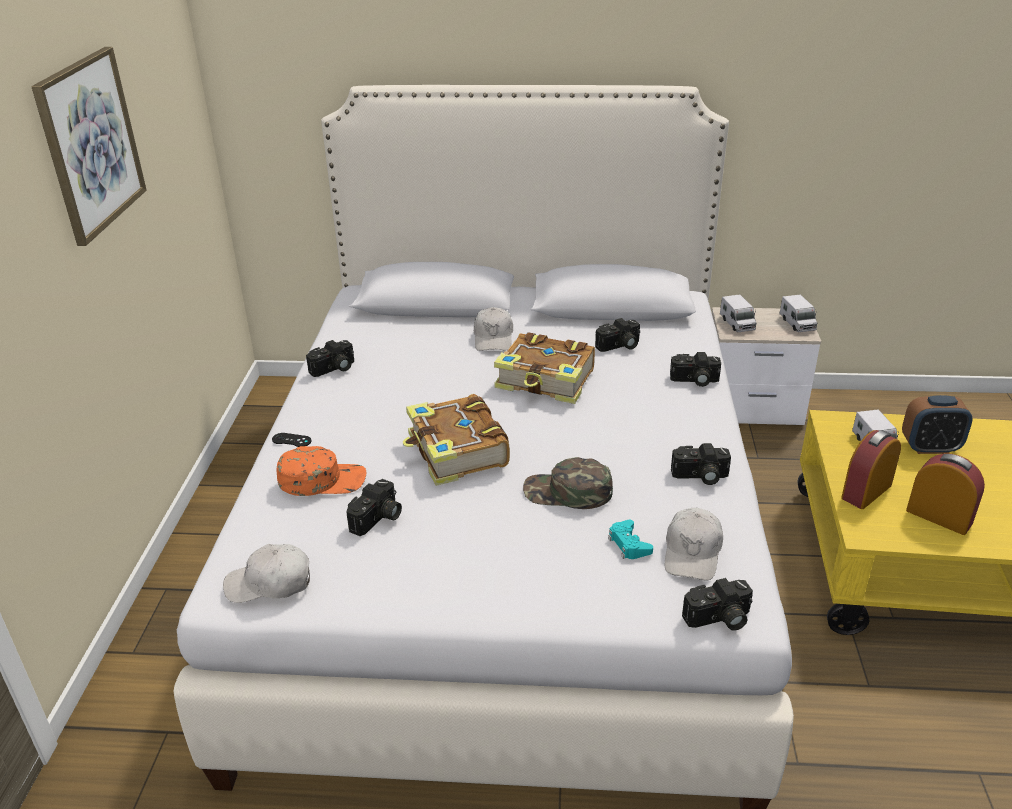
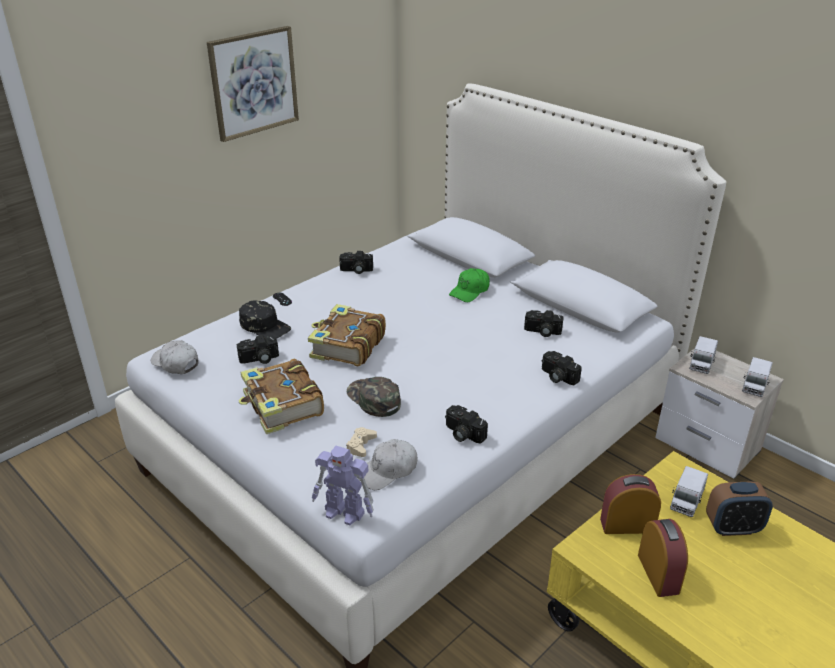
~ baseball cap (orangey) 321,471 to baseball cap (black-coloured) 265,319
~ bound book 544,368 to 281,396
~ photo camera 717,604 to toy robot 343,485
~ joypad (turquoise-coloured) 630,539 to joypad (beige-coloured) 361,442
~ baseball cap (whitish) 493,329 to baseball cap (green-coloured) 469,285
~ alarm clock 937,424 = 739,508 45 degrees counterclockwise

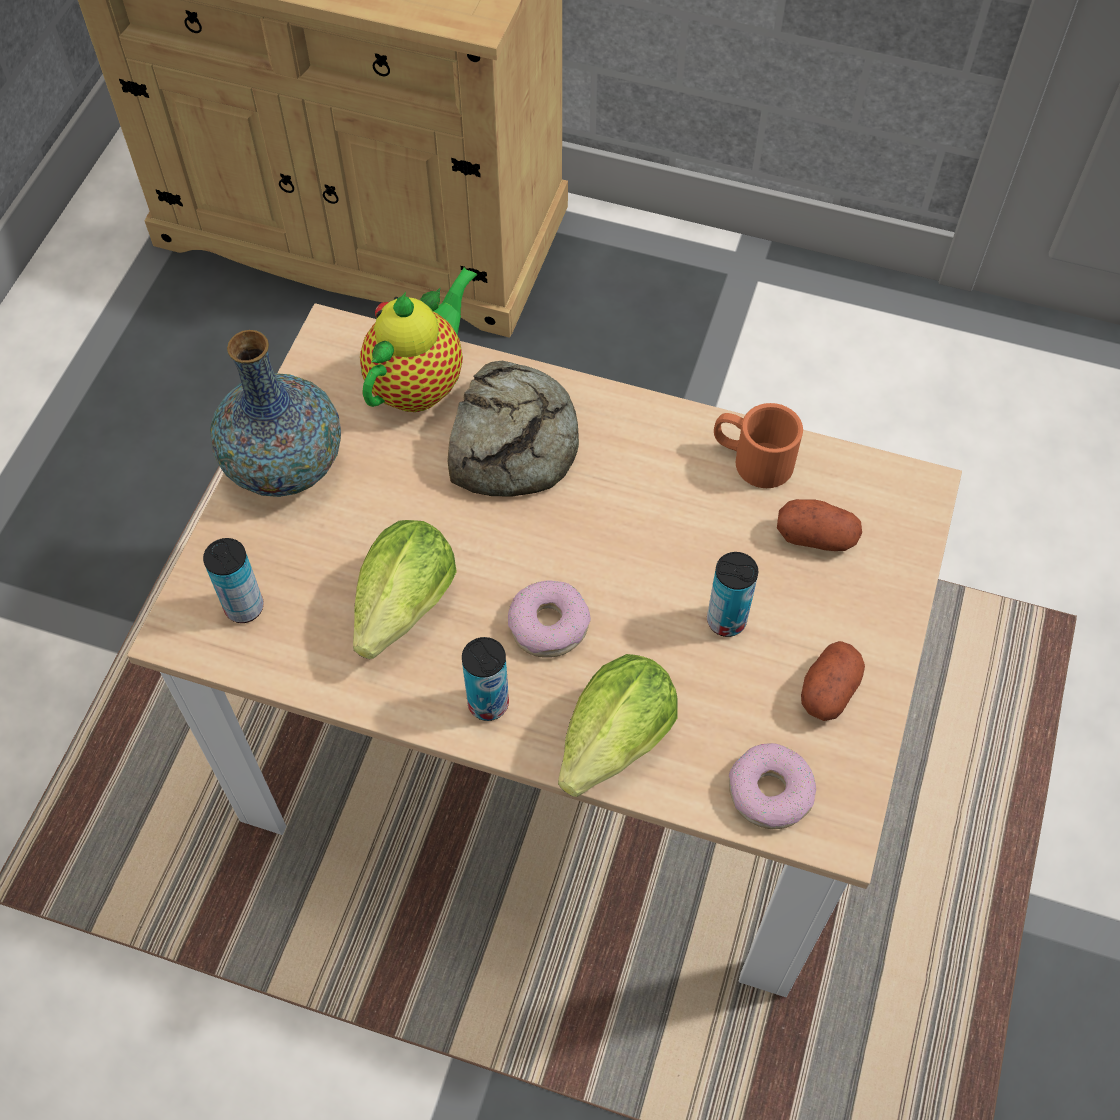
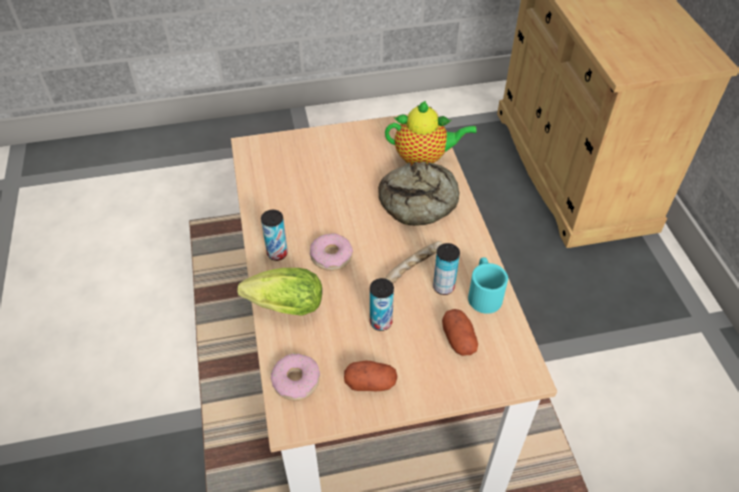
+ baked bread 414,262
~ sealed can 233,580 to 446,269
~ mug (orangey) 758,445 to mug (turquoise-coloured) 488,285
- decorative vase 275,413
- lettuce 405,589

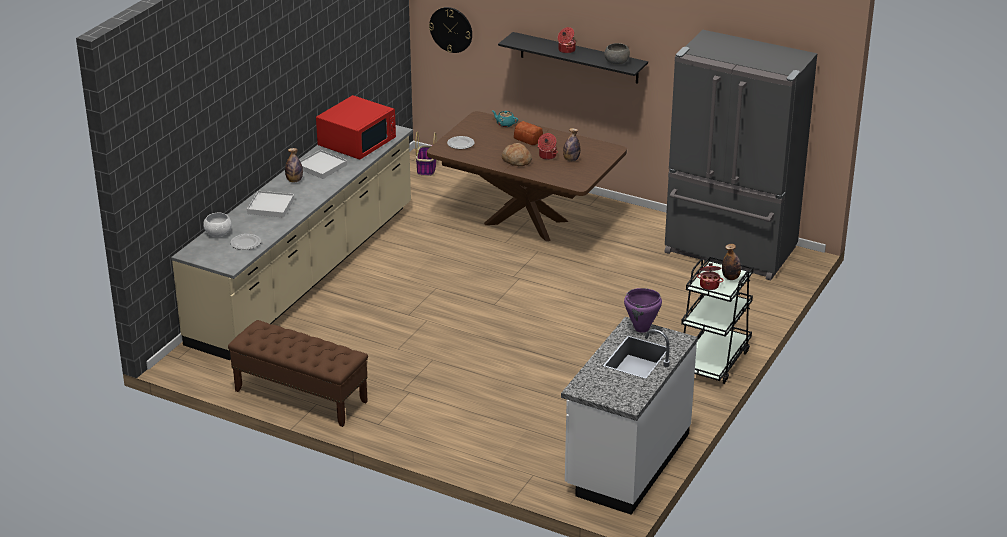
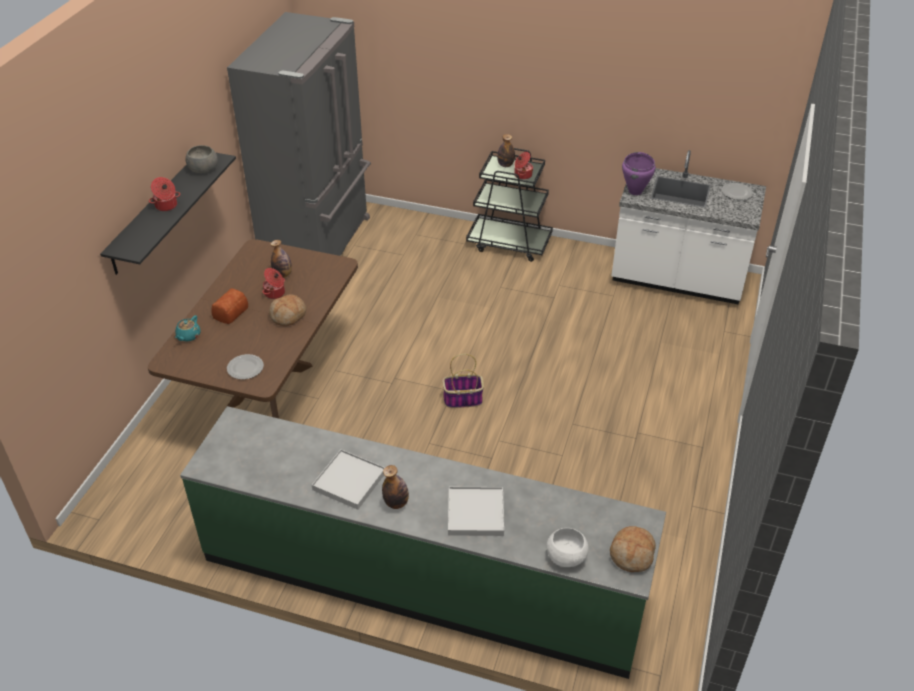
~ kitchen base unit (beige-coloured) 292,242 to kitchen base unit (green-coloured) 423,542
~ household basket 426,153 to 463,381
+ baked bread 633,549
~ dinner plate 245,242 to 737,191
- bench (brownish) 298,373
- kitchen microwave (red) 356,127
- clock on the wall 450,30

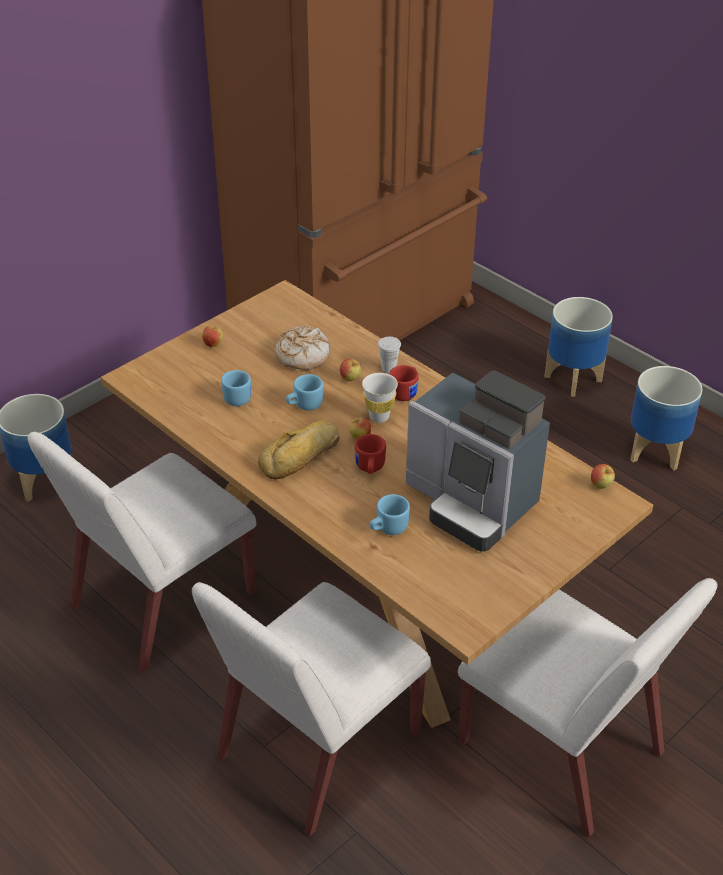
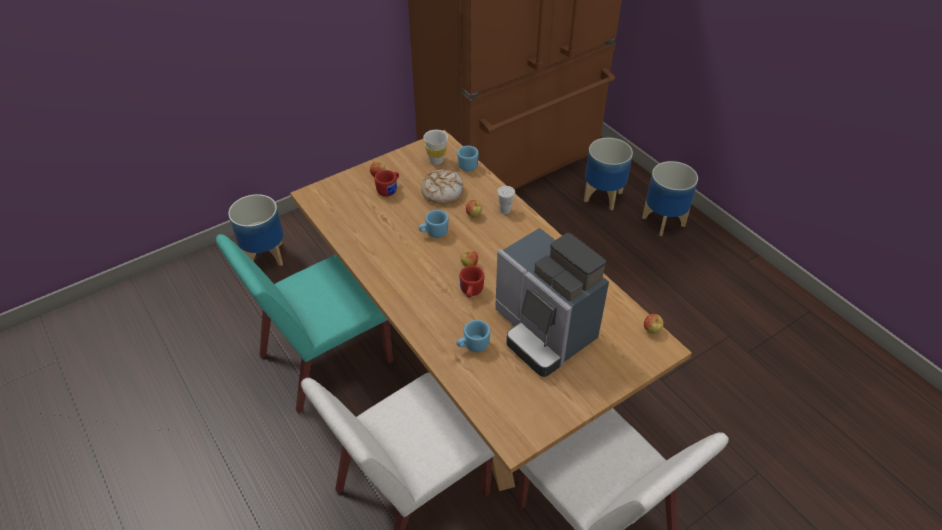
~ upright chair (whitish) 141,552 to upright chair (turquoise-coloured) 304,323
~ mug (red) 404,383 to 386,183
~ small cup (whitish) 380,398 to 435,147
~ mug (blue-coloured) 236,388 to 468,158
~ plant pot 666,418 to 608,173
- baked bread 299,449

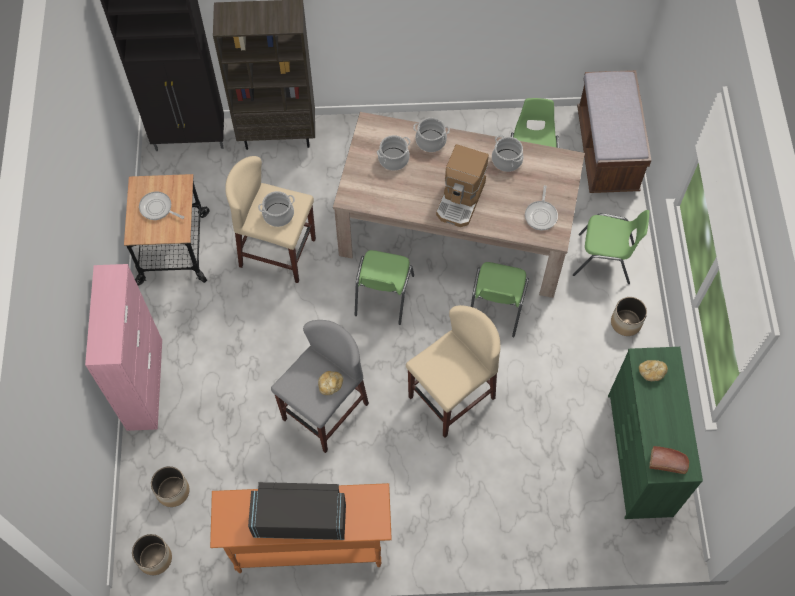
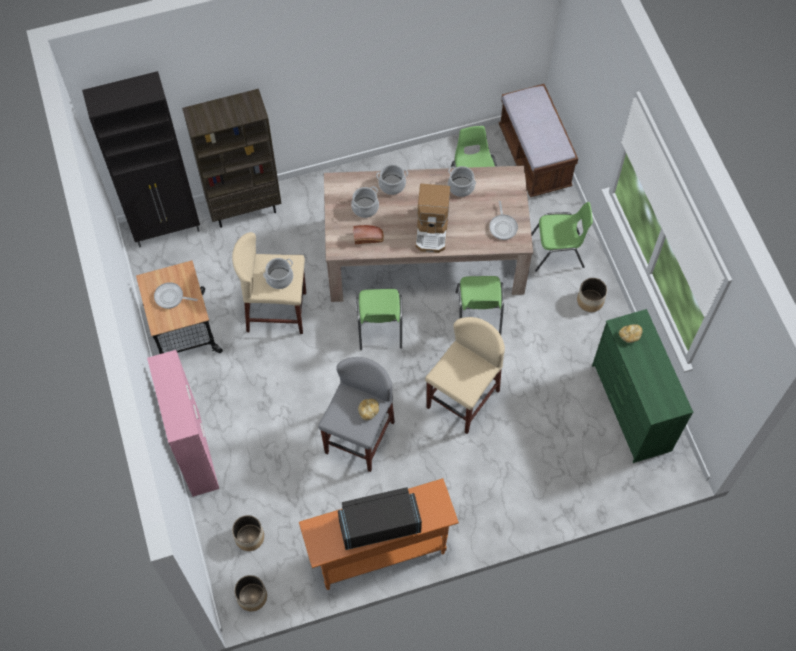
~ baked bread 669,460 to 368,234

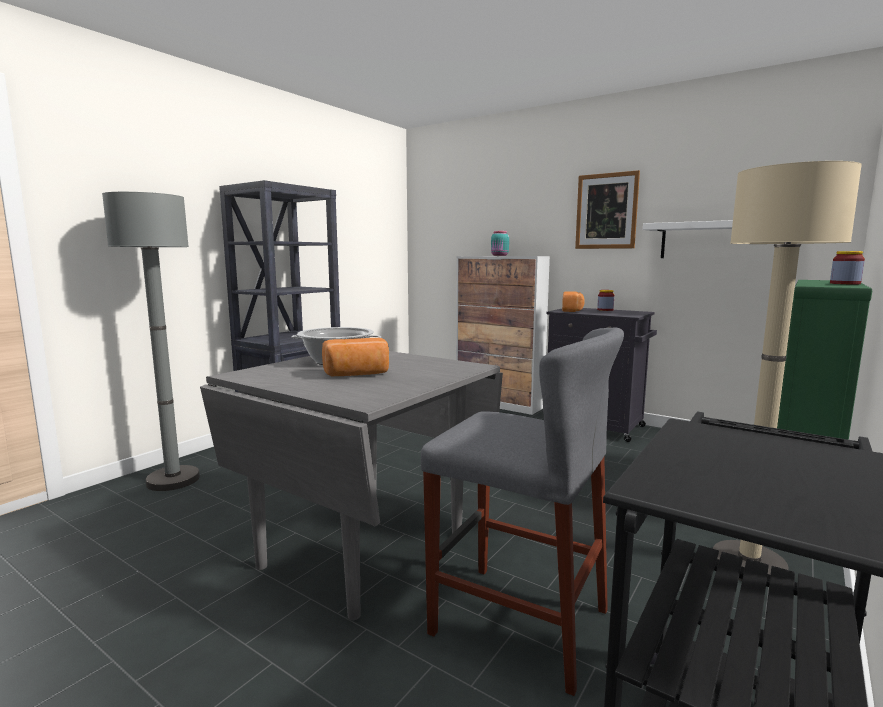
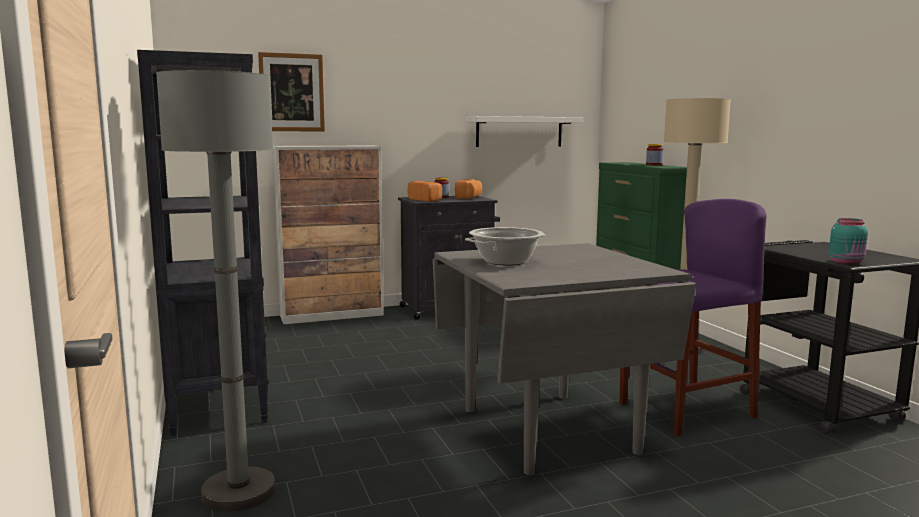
~ wall picture 607,209 to 291,91
~ baked bread 355,357 to 468,189
~ stool (grey) 522,511 to stool (purple) 692,317
~ preserve jar (turquoise-coloured) 500,243 to 848,241

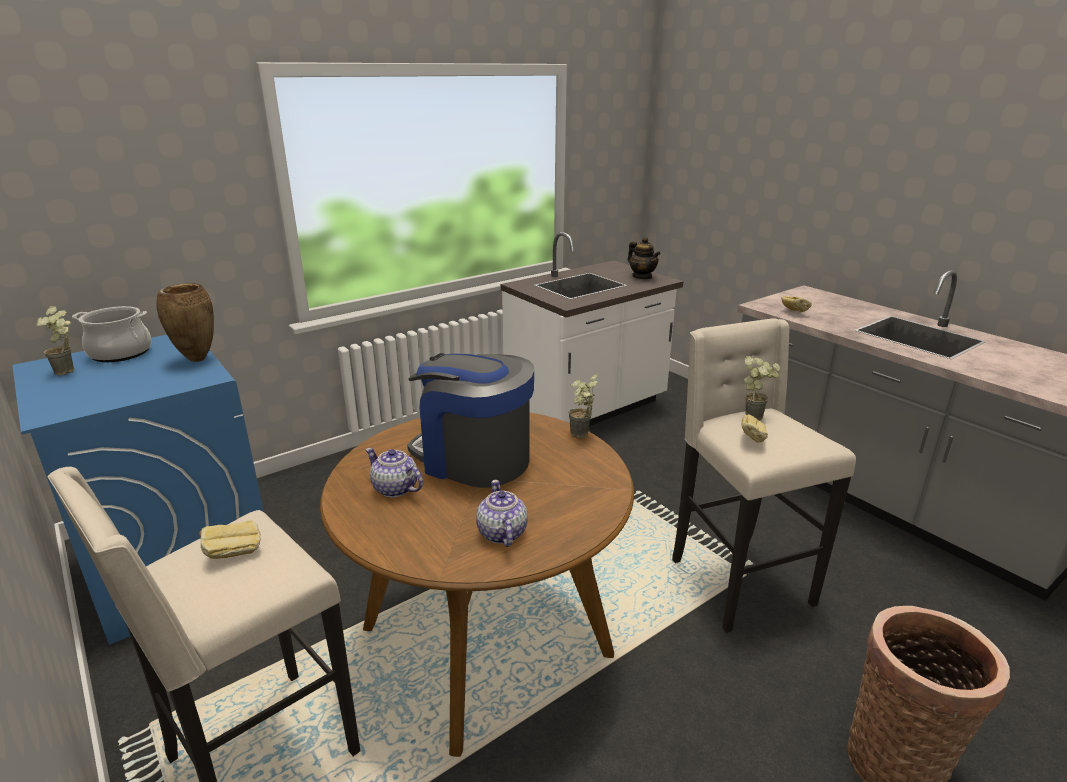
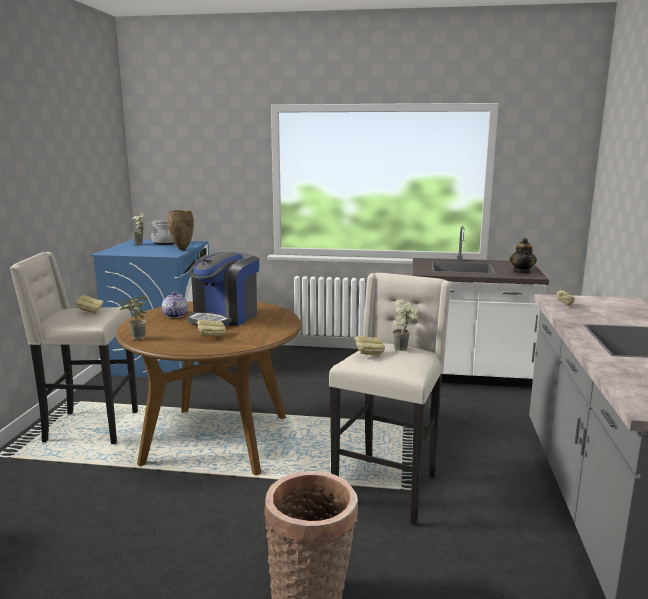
~ plant in a pot 583,405 to 133,318
~ coffee maker 470,420 = 223,288 135 degrees counterclockwise
+ baked bread 211,328
- tea pot 501,513

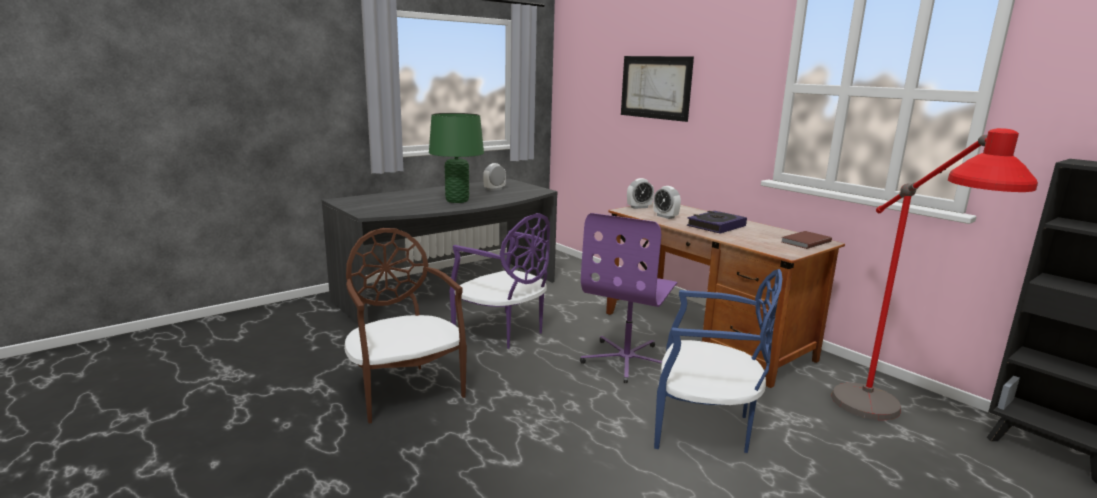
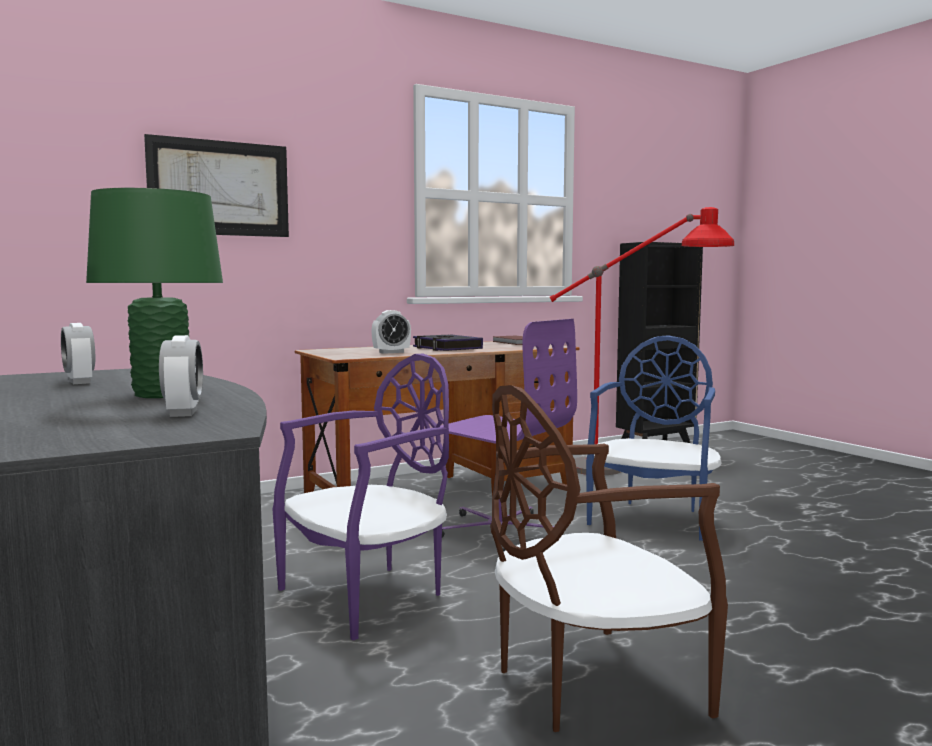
~ alarm clock 640,193 to 181,376

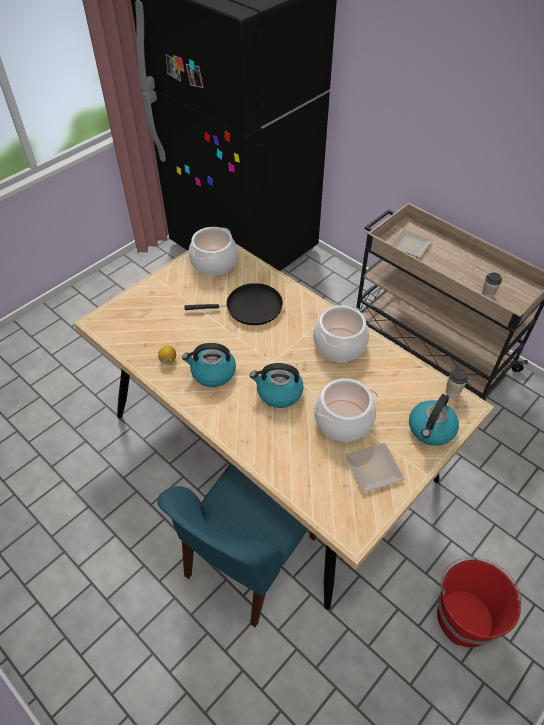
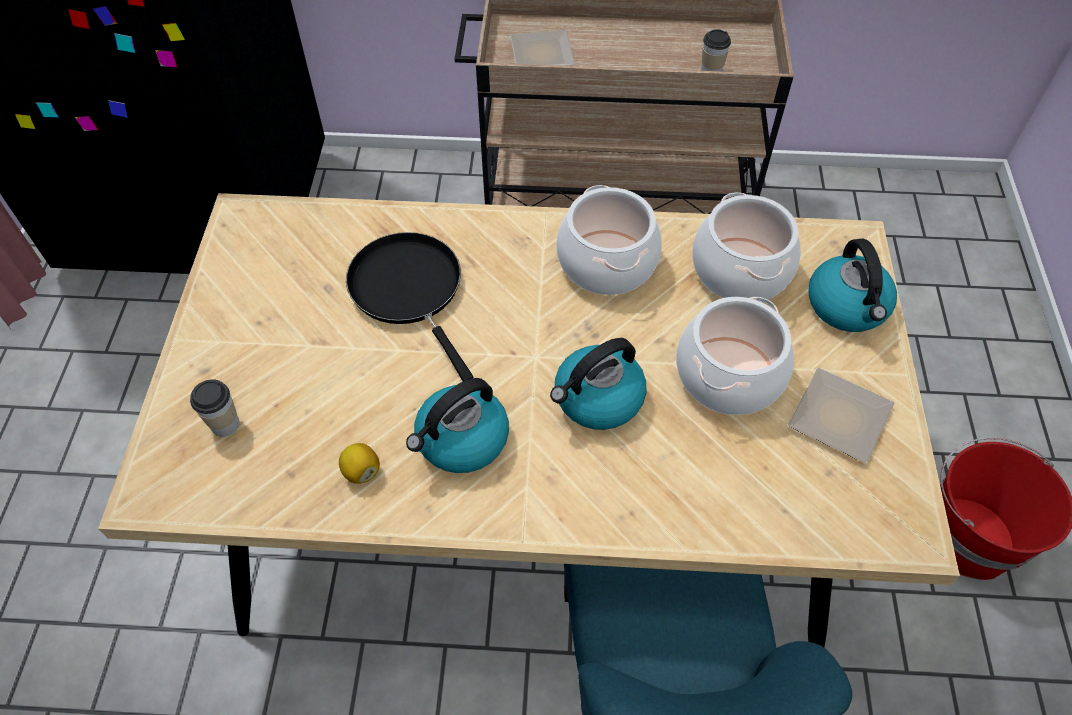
~ small cup 457,383 to 214,408
~ skillet (black-coloured) 233,304 = 409,306 75 degrees counterclockwise
~ cooking pot 213,251 to 746,247

